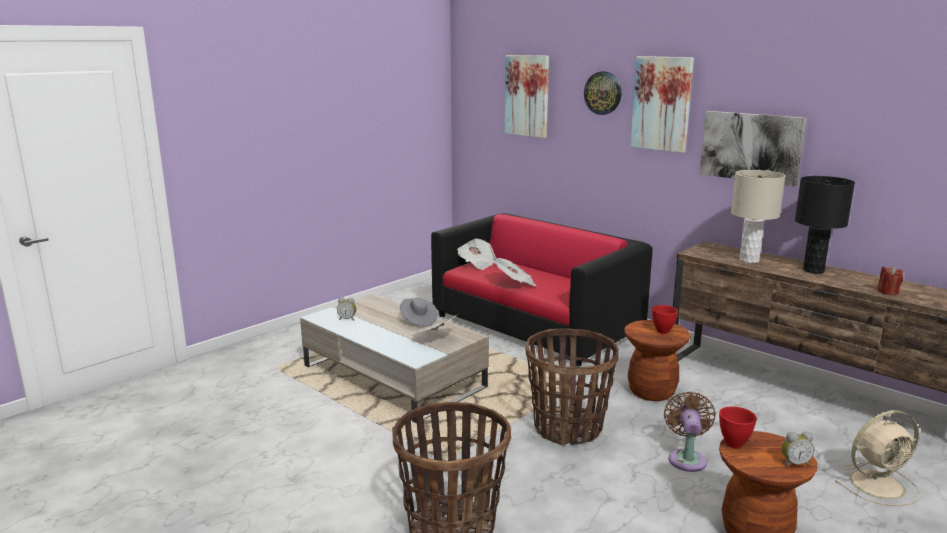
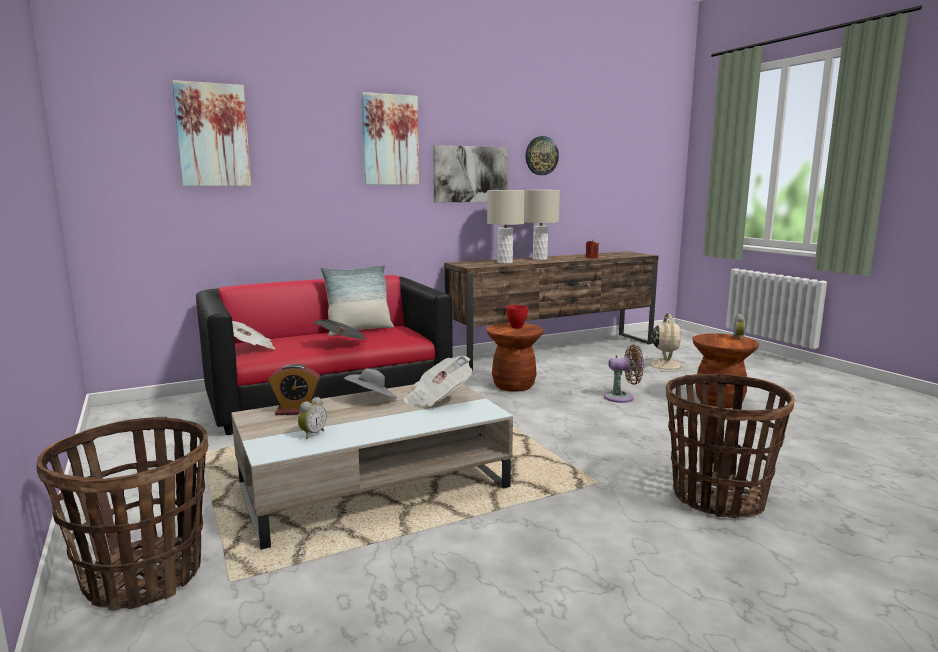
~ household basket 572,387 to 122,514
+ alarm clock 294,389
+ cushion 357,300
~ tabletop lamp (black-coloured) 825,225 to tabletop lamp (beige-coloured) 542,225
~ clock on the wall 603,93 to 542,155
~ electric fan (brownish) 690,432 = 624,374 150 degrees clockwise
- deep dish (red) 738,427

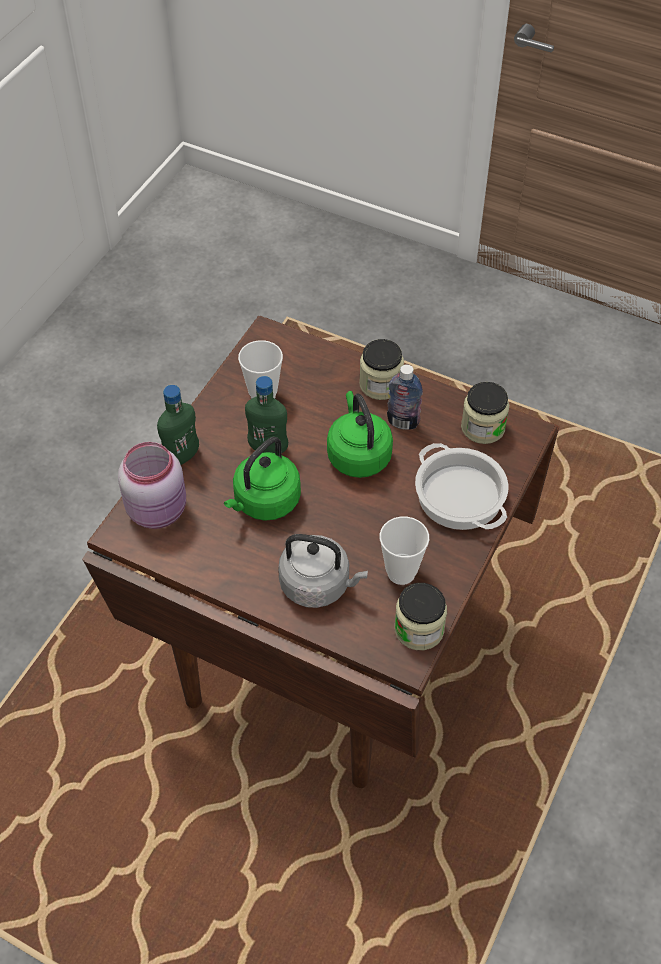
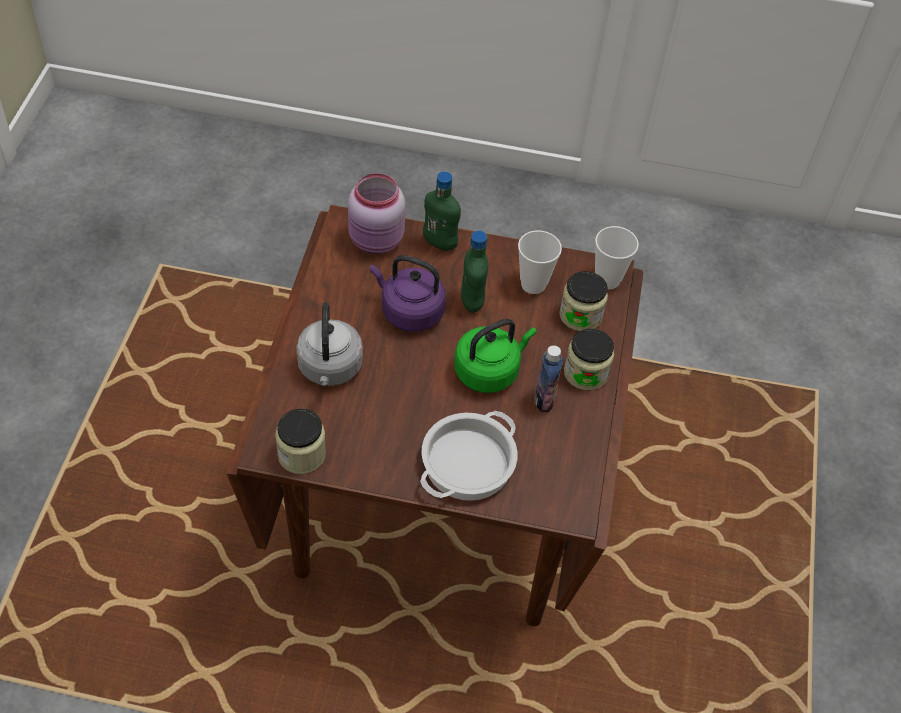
~ water kettle (green-coloured) 262,479 to water kettle (purple) 408,293
~ preserve jar 485,413 to 583,301
~ small cup 404,550 to 617,257

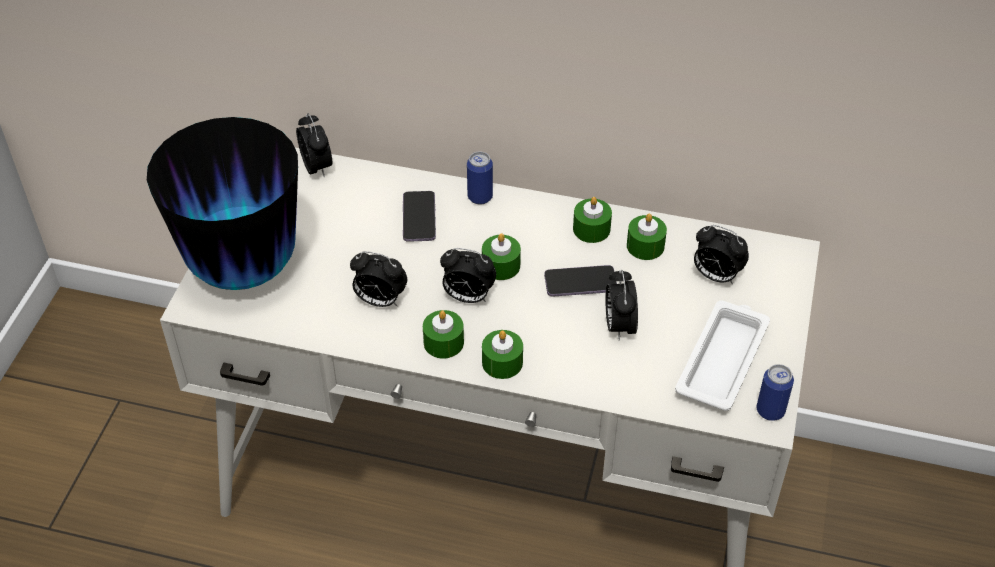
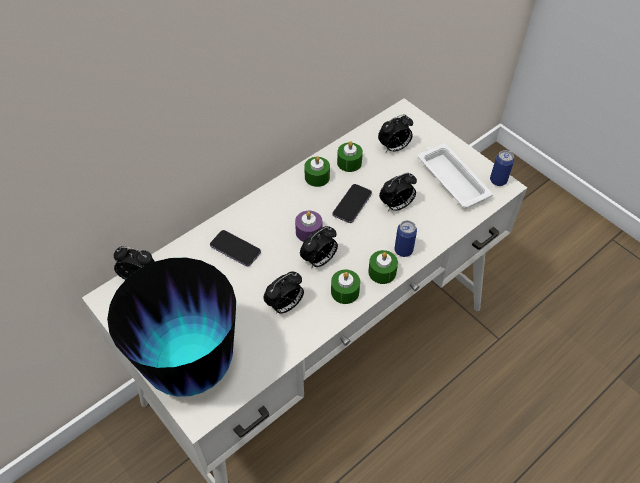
~ wax light (green-coloured) 501,256 to wax light (purple) 308,226
~ alarm clock 621,305 = 398,192 60 degrees counterclockwise
~ sealed can 480,178 to 406,238

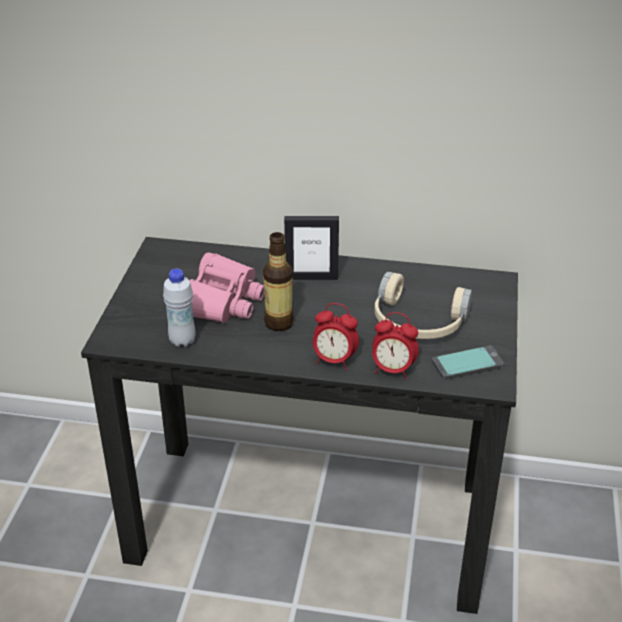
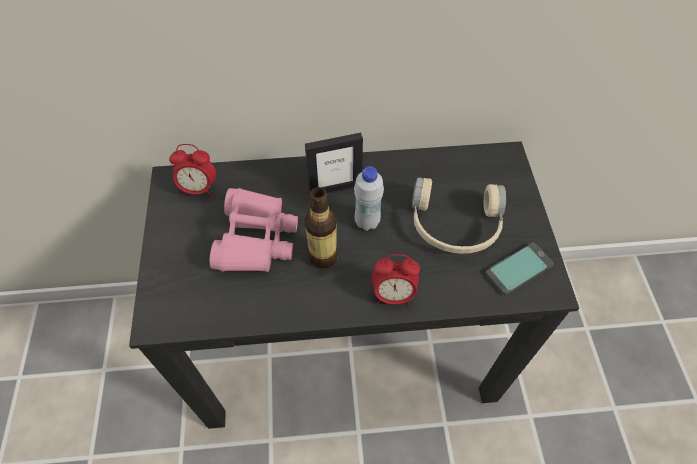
~ alarm clock 395,345 to 192,170
~ drink bottle (whitish) 179,308 to 369,198

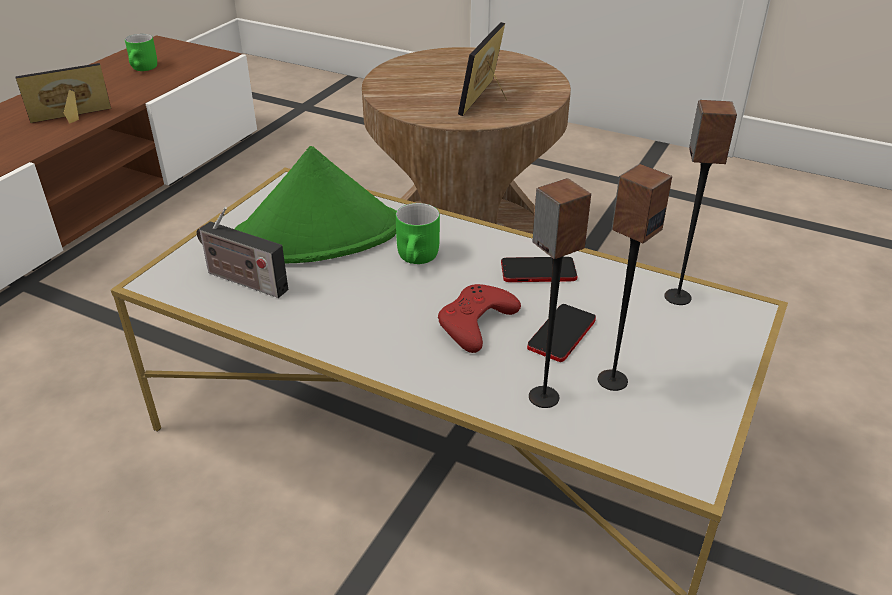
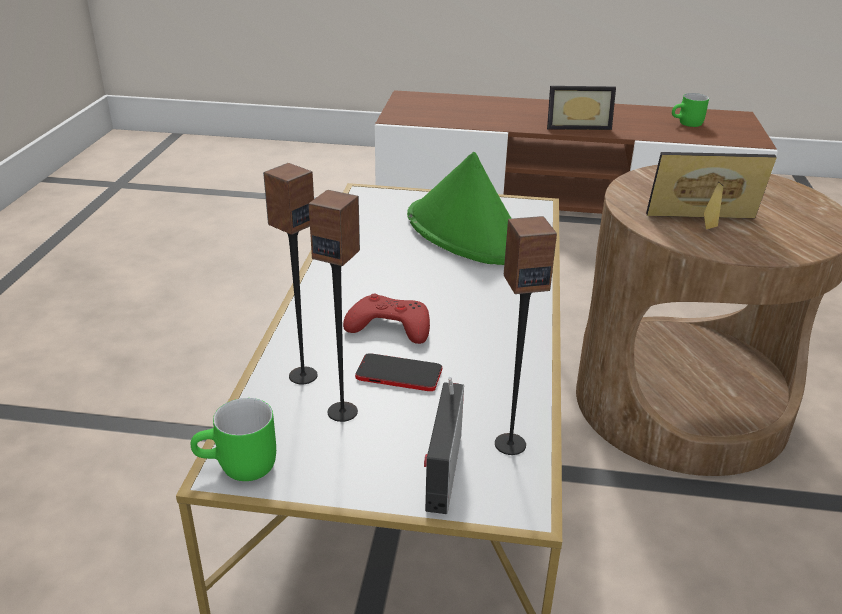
~ mug (green-coloured) 418,233 to 233,439
~ radio 243,252 to 444,445
~ photo frame 63,93 = 581,108 135 degrees clockwise
- handset 539,269

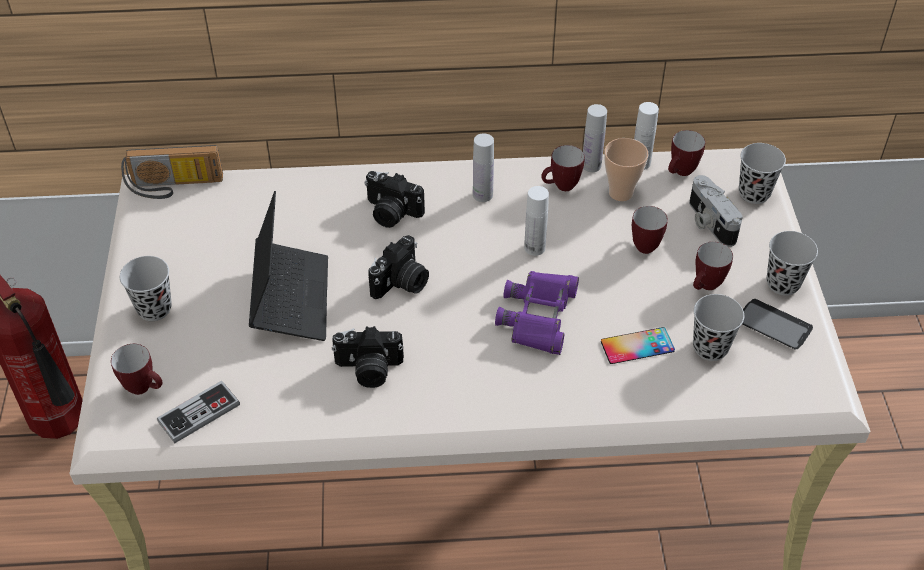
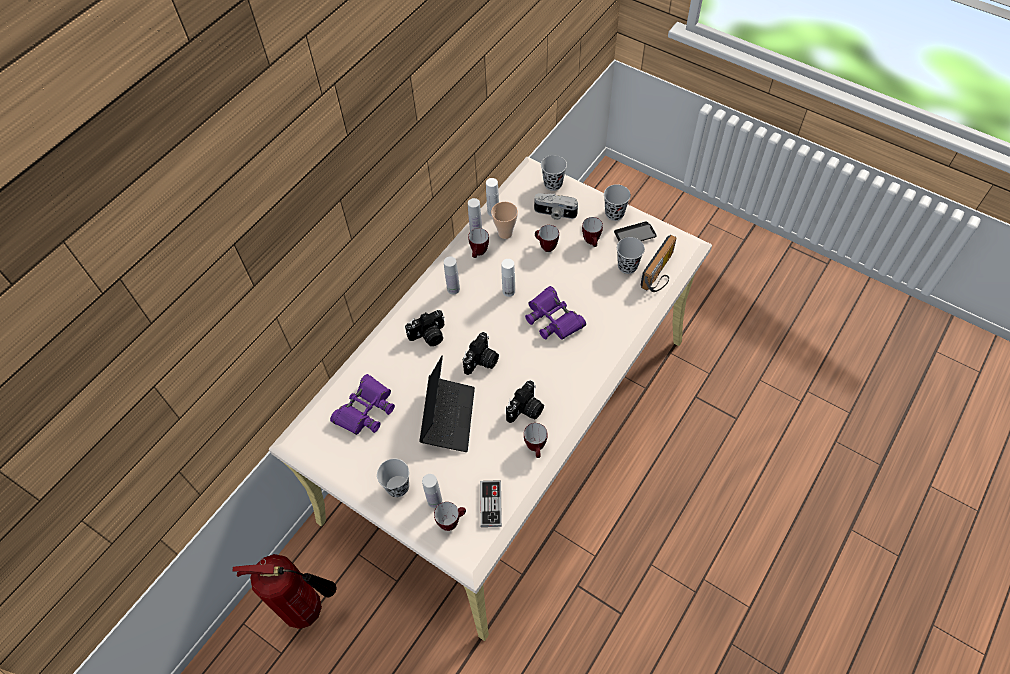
+ field glasses (purple) 362,404
~ laptop 288,266 = 447,404 60 degrees clockwise
+ drink bottle (whitish) 432,491
~ photo camera 398,267 = 481,353 45 degrees clockwise
~ mug 686,153 to 535,440
~ radio 172,172 to 659,263
- handset 638,345

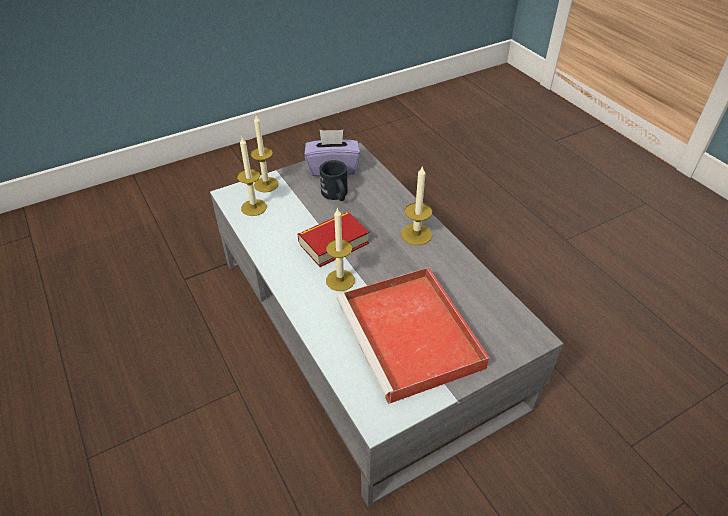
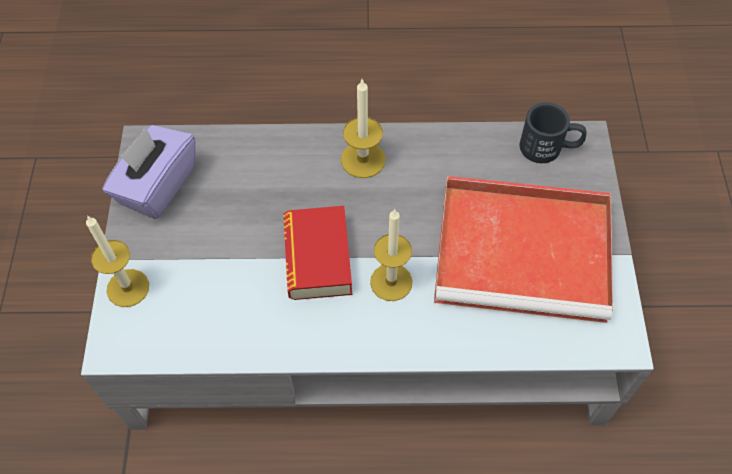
~ mug (black-coloured) 334,180 to 553,132
- wax light 252,177

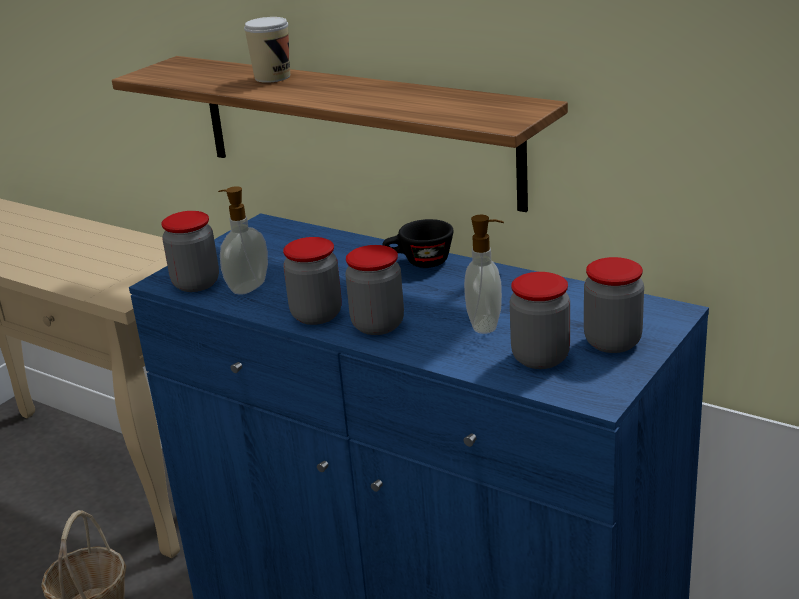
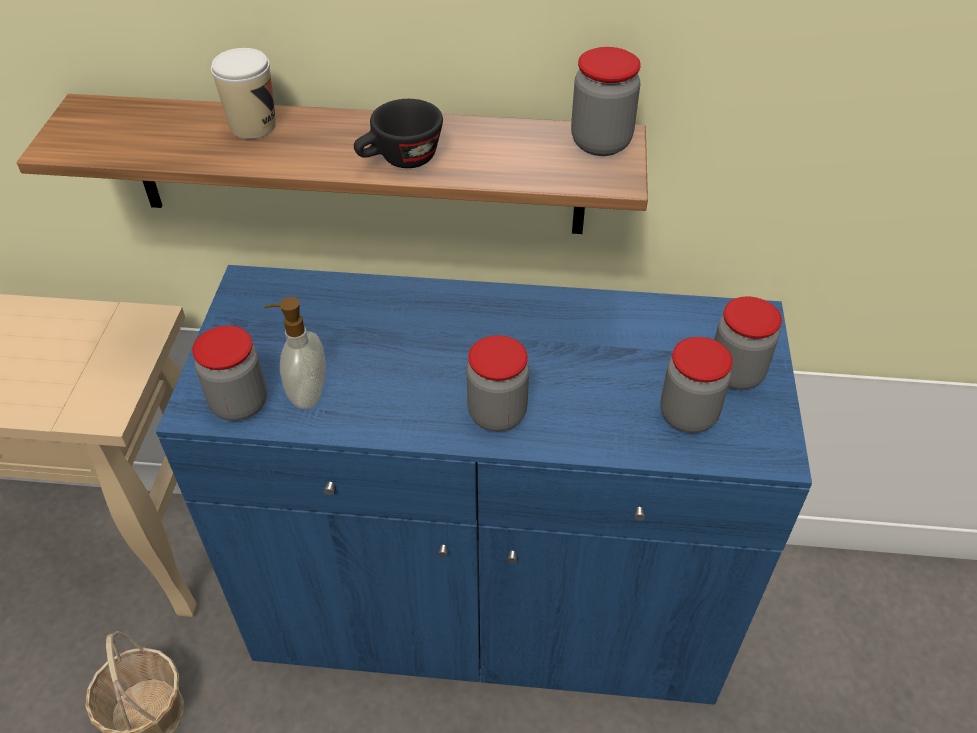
~ small cup (black-coloured) 417,243 to 398,133
~ preserve jar 312,281 to 606,101
- soap dispenser 484,274

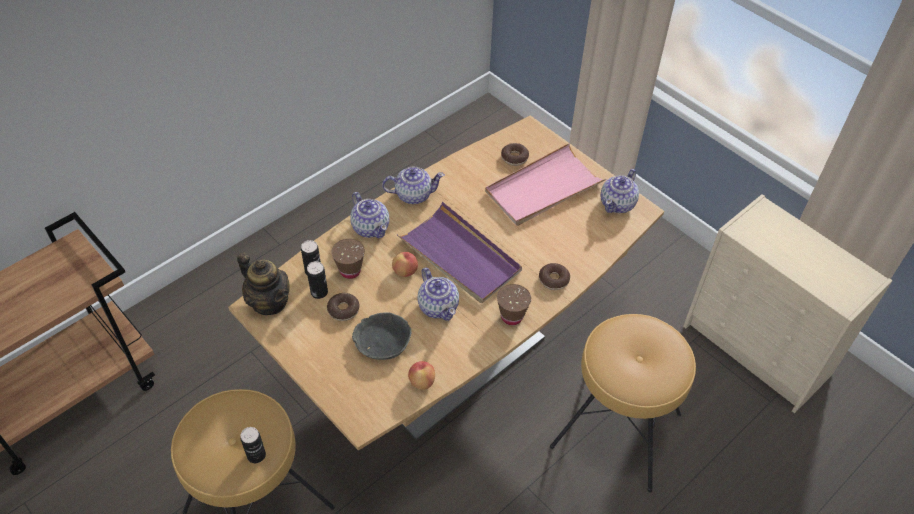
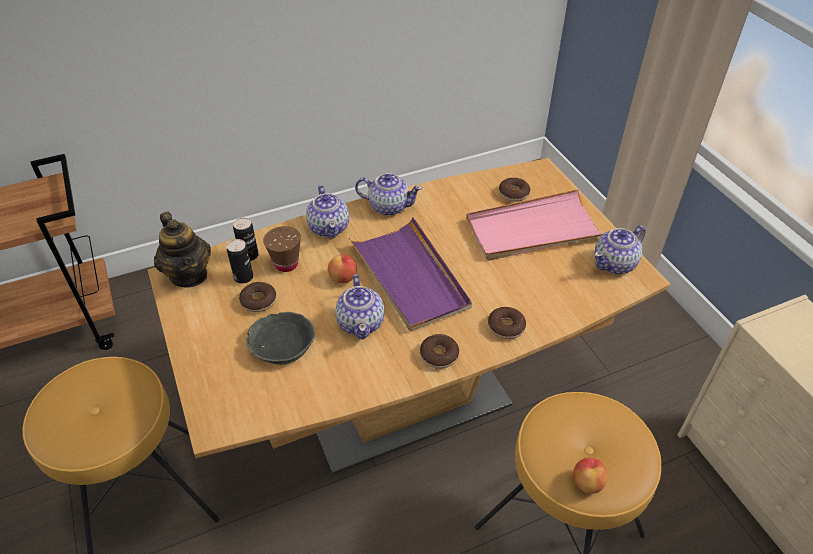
~ small cup (brownish) 514,304 to doughnut 439,351
~ apple fruit 421,375 to 590,475
- sealed can 253,445

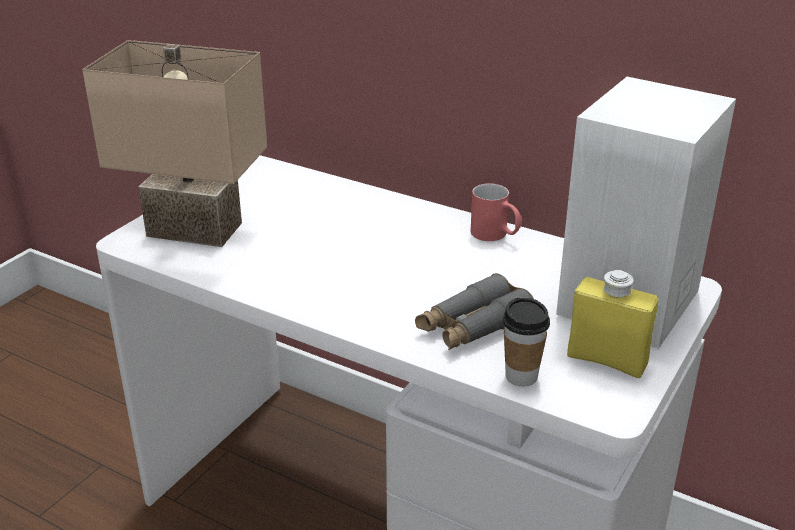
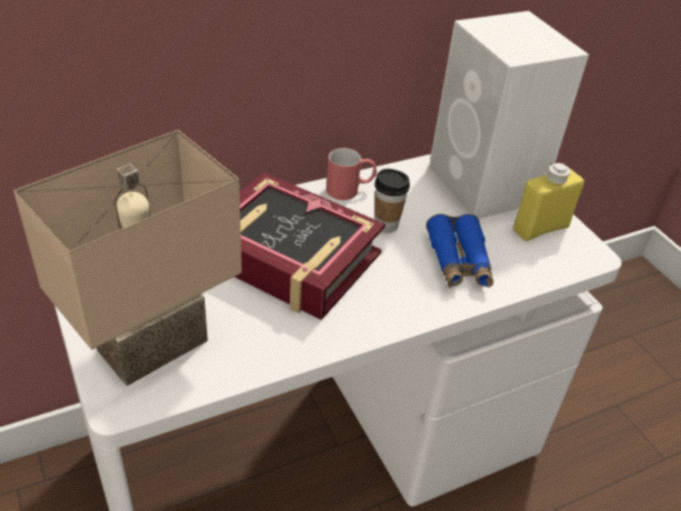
+ bound book 310,246
~ small cup 526,341 to 392,201
~ field glasses (grey) 474,311 to field glasses (blue-coloured) 460,251

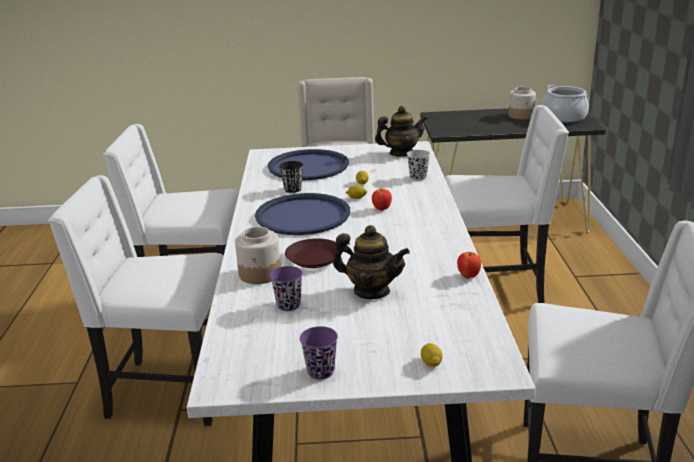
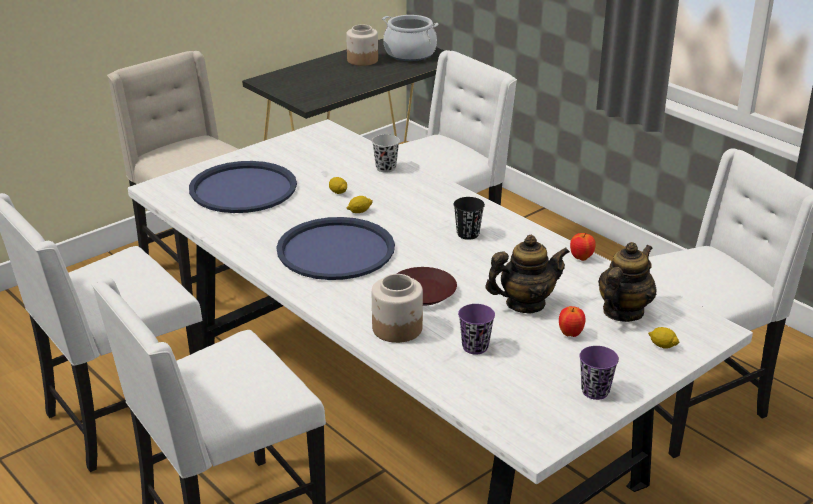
~ small cup (black-coloured) 291,177 to 469,218
~ apple fruit 382,199 to 572,321
~ tea pot 401,131 to 627,282

